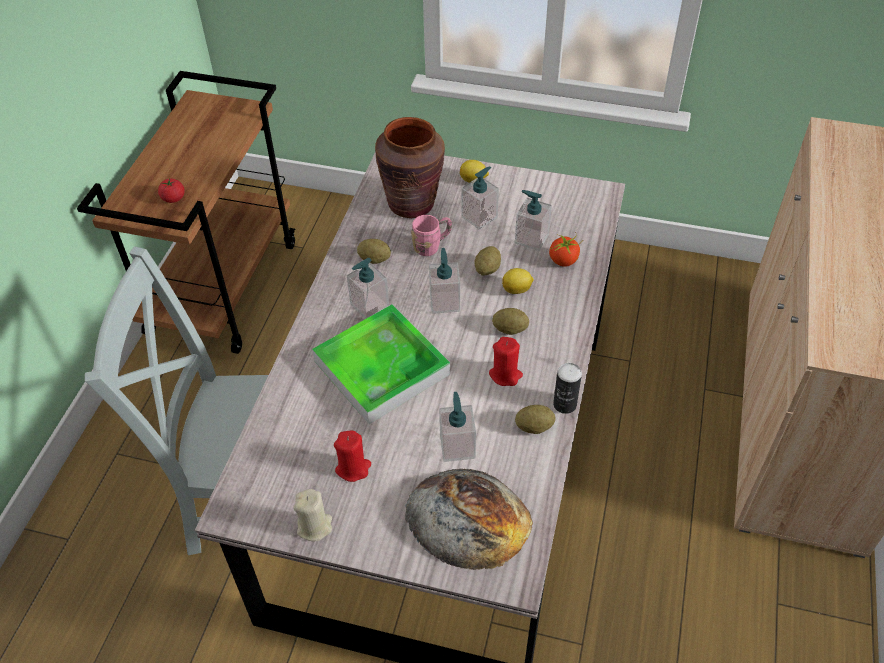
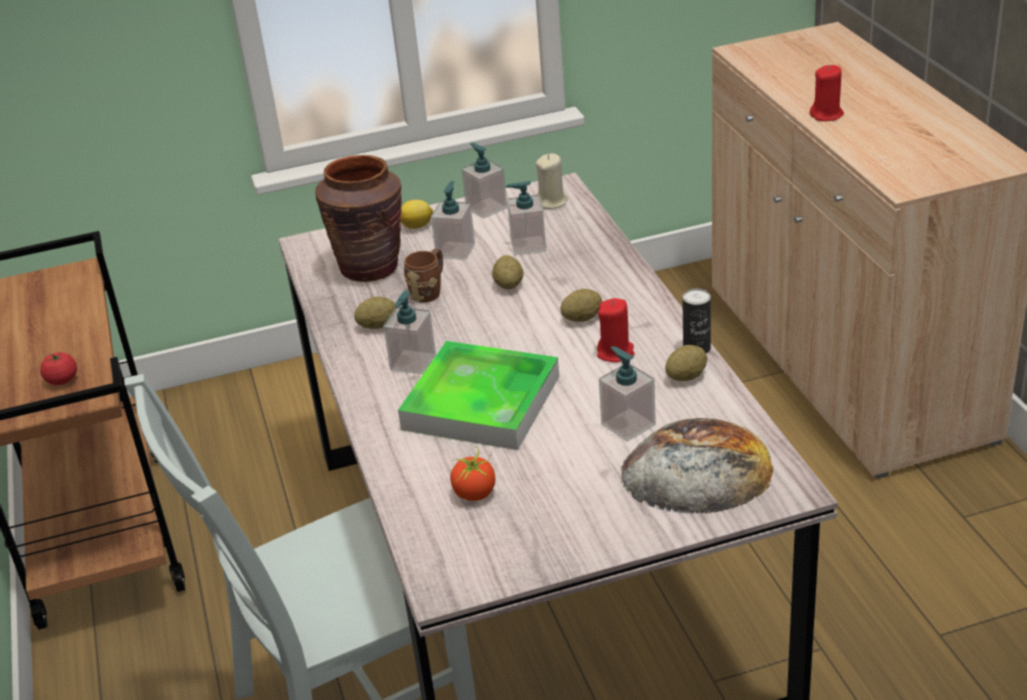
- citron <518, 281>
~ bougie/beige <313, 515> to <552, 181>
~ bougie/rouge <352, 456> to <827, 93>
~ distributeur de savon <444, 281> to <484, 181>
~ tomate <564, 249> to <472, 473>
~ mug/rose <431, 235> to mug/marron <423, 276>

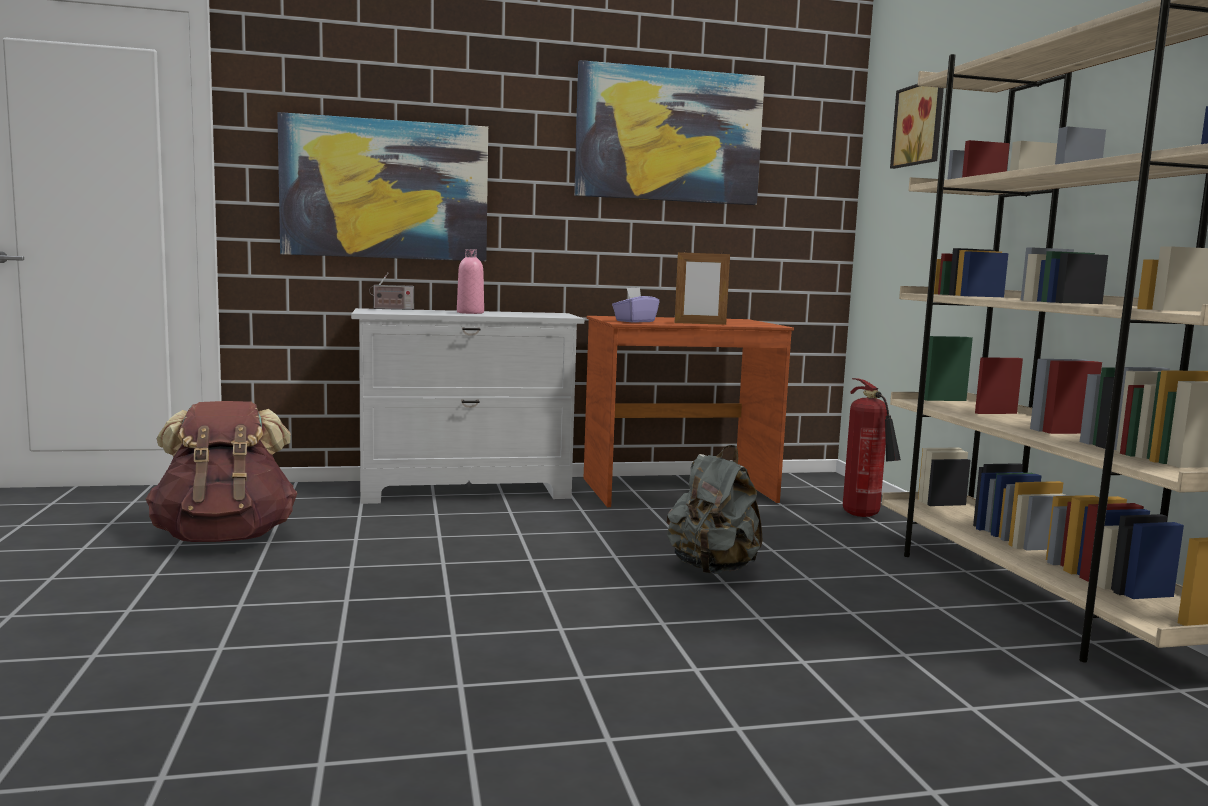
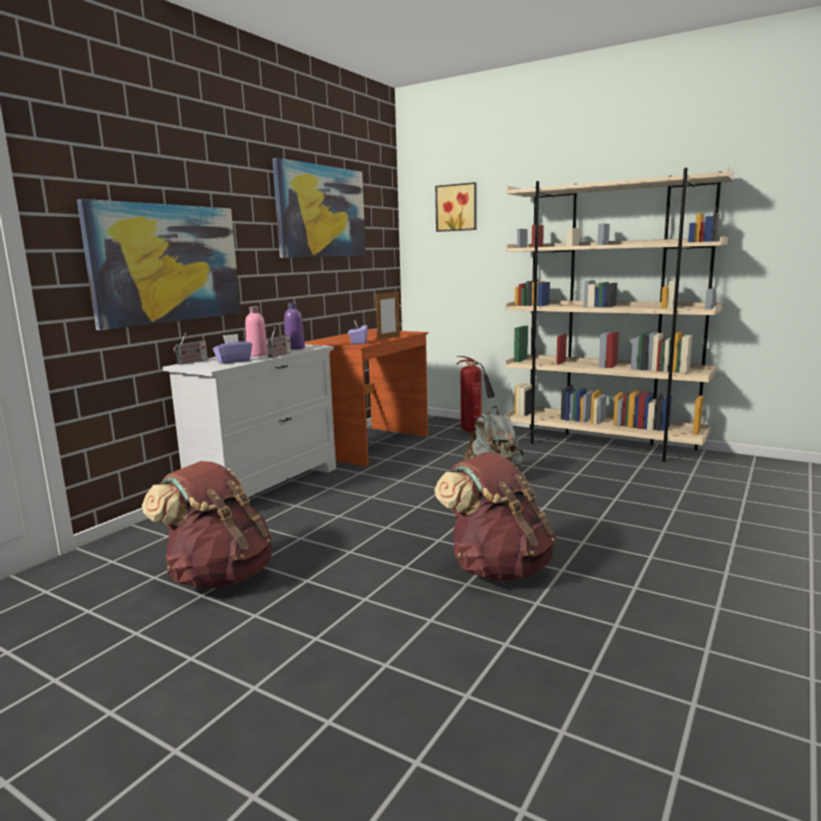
+ boîte à mouchoirs/violet <232, 349>
+ radio <278, 342>
+ bouteille/violet <294, 326>
+ sac à dos/marron <495, 516>

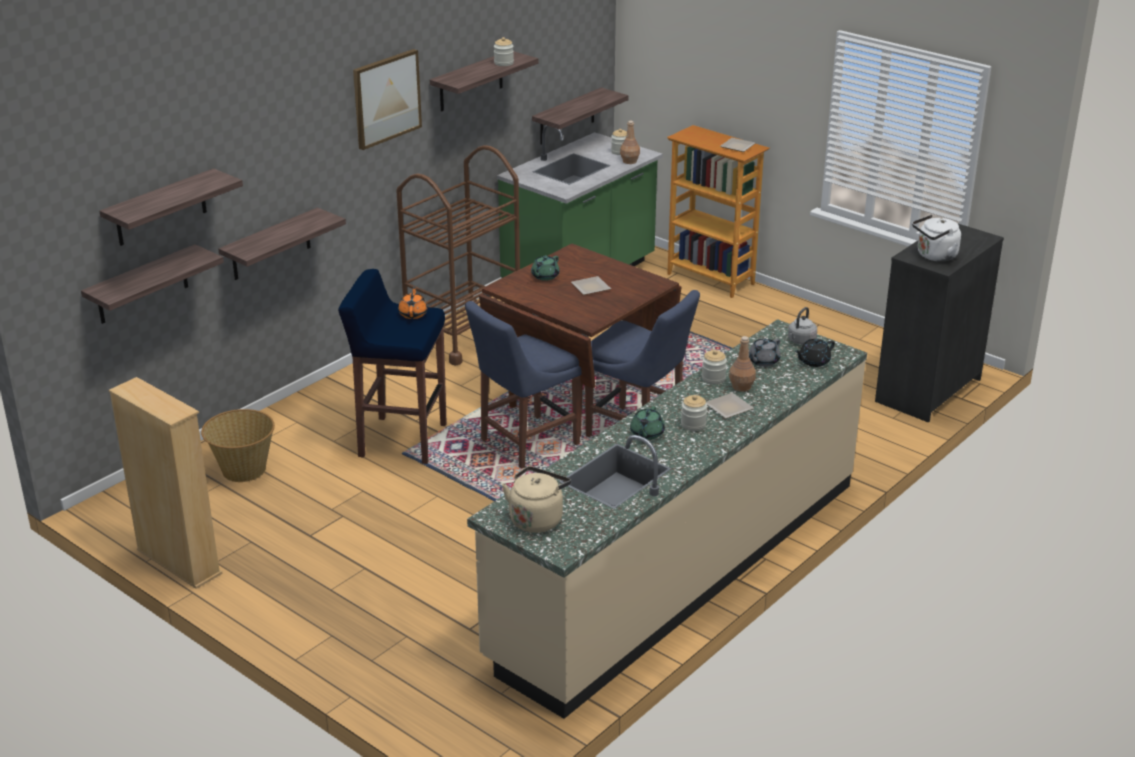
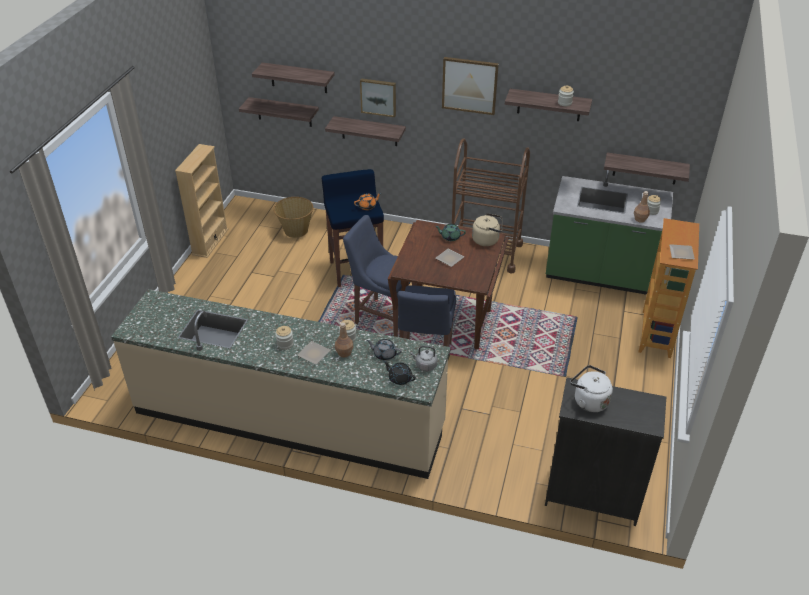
- théière/vert <647, 423>
+ tableau <378, 97>
~ bouilloire/beige <536, 499> to <487, 229>

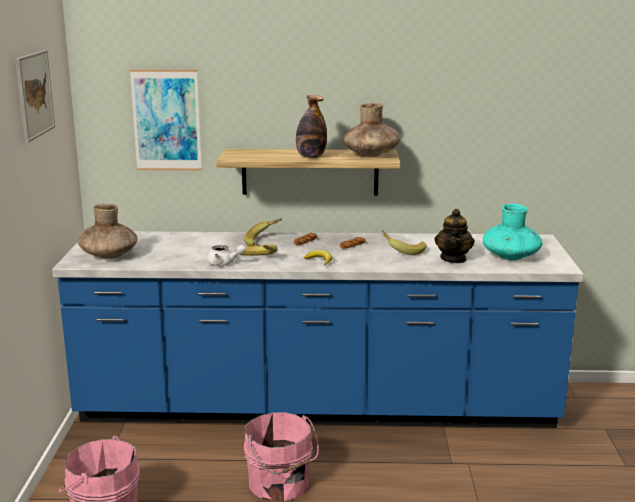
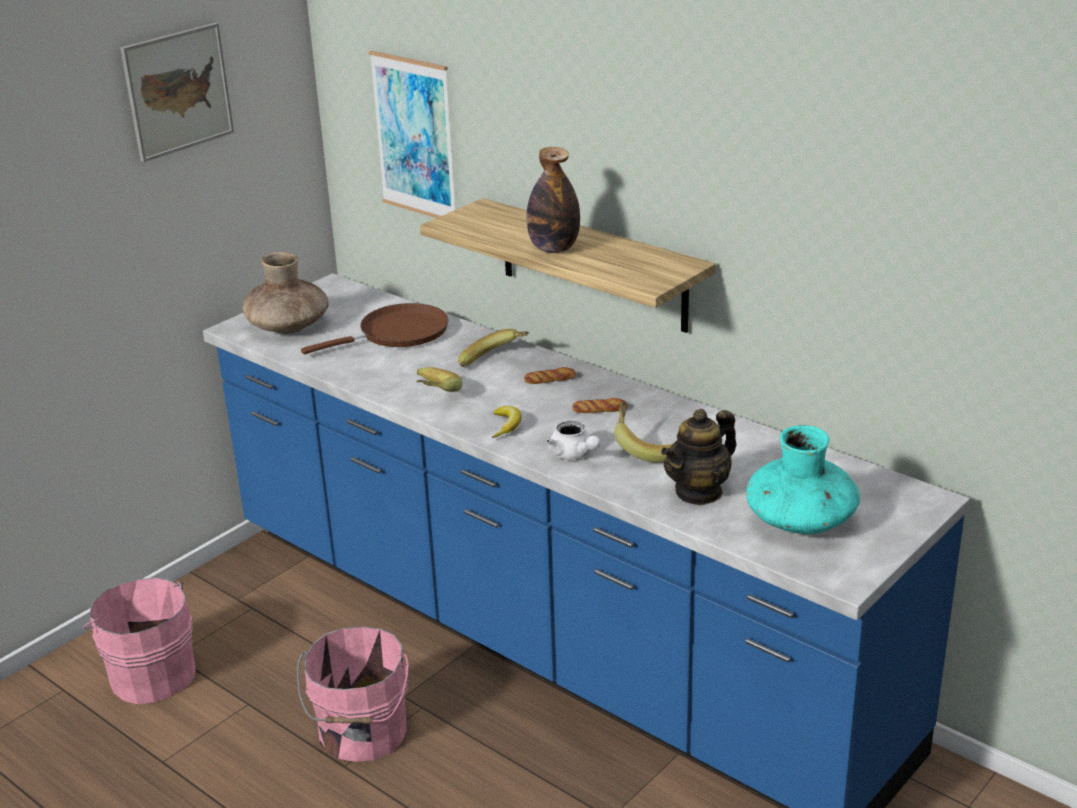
- vase/marron <371, 130>
+ poêle/marron <374, 328>
~ théière/blanc <226, 255> to <573, 440>

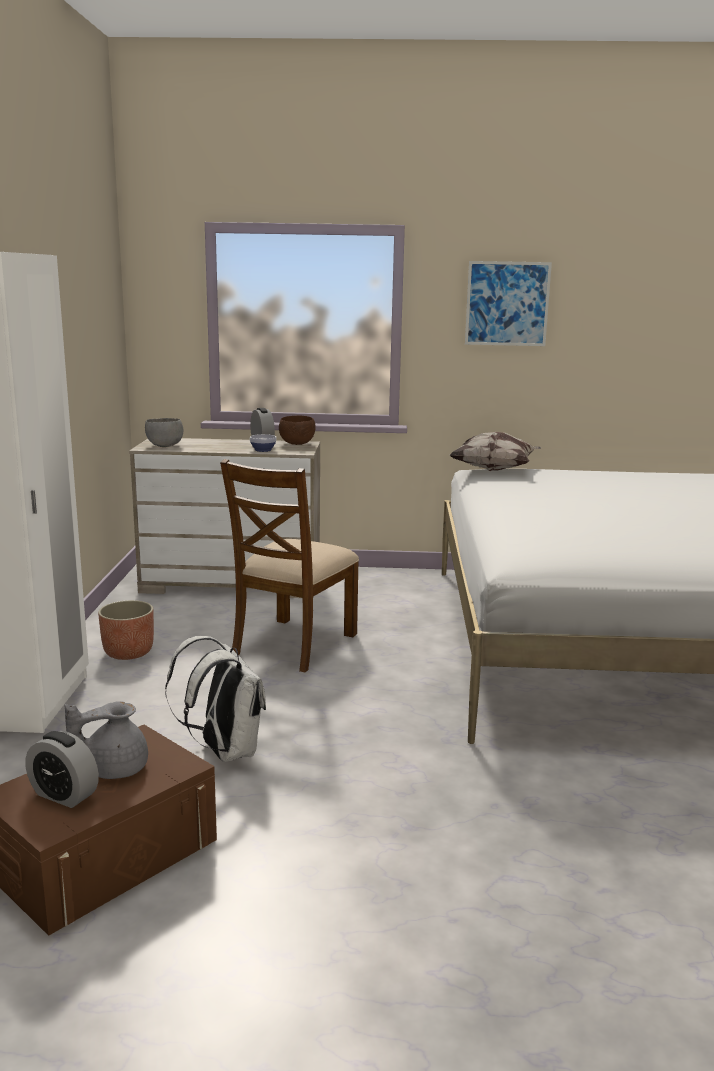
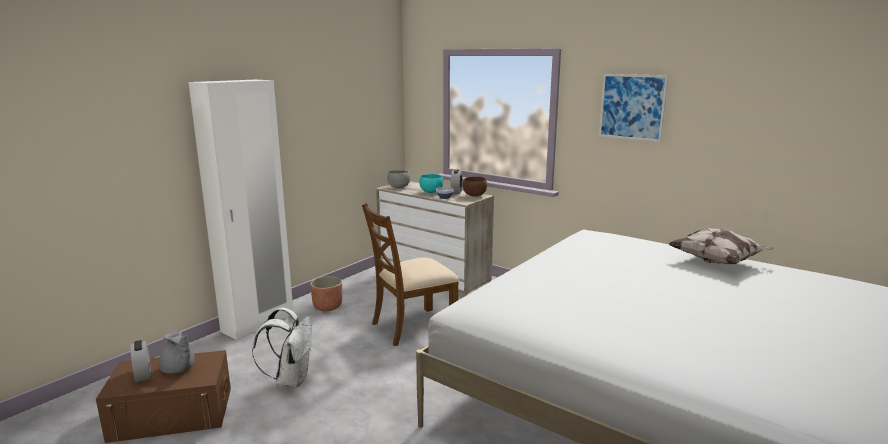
+ bol/turquoise <431, 183>
~ coussin <495, 451> to <721, 246>
~ théière/gris <106, 740> = <176, 352> 150 degrees counterclockwise

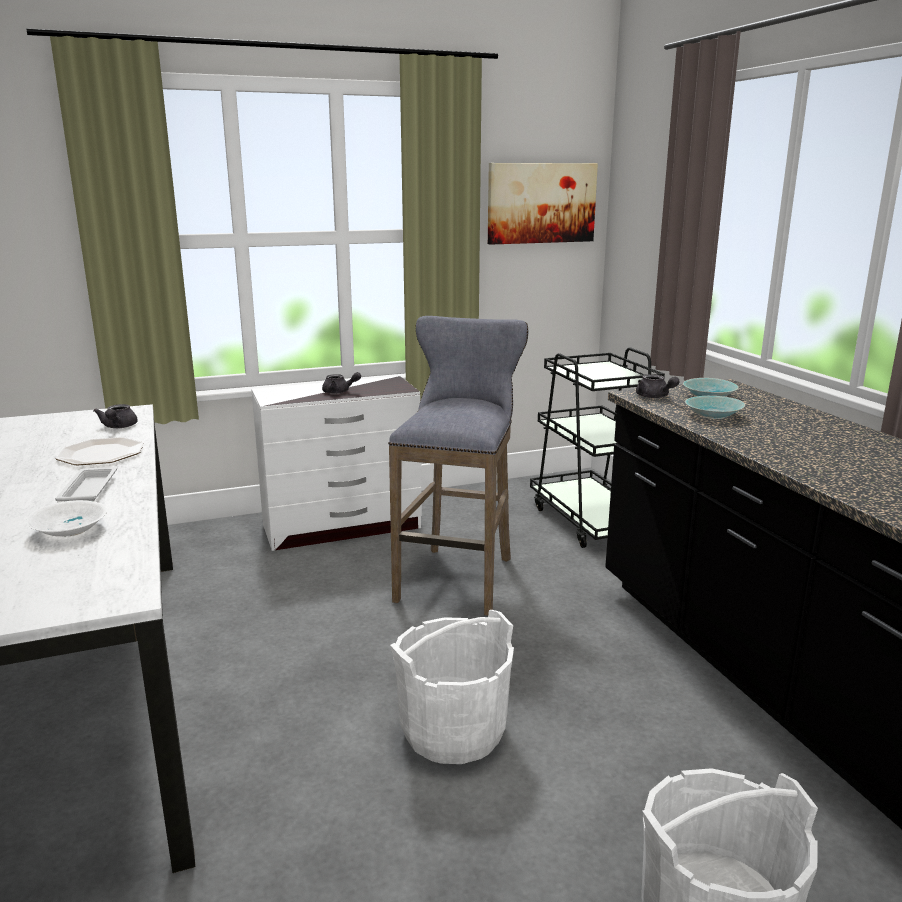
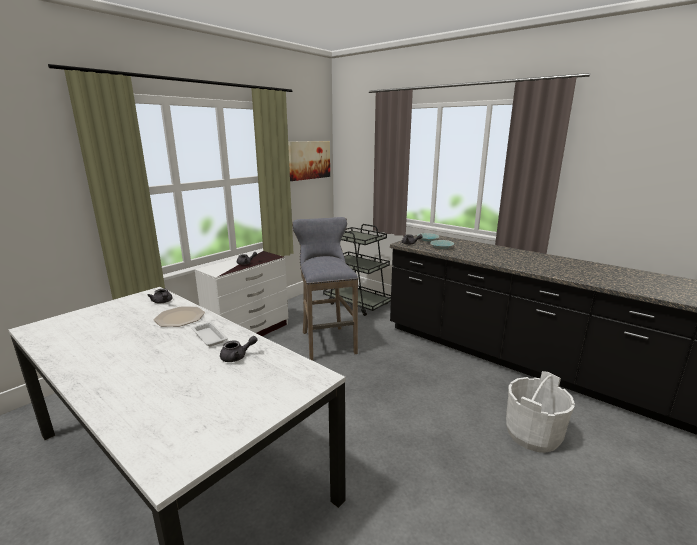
- seau/blanc <452, 687>
~ bol/blanc <66, 518> to théière/gris <239, 349>

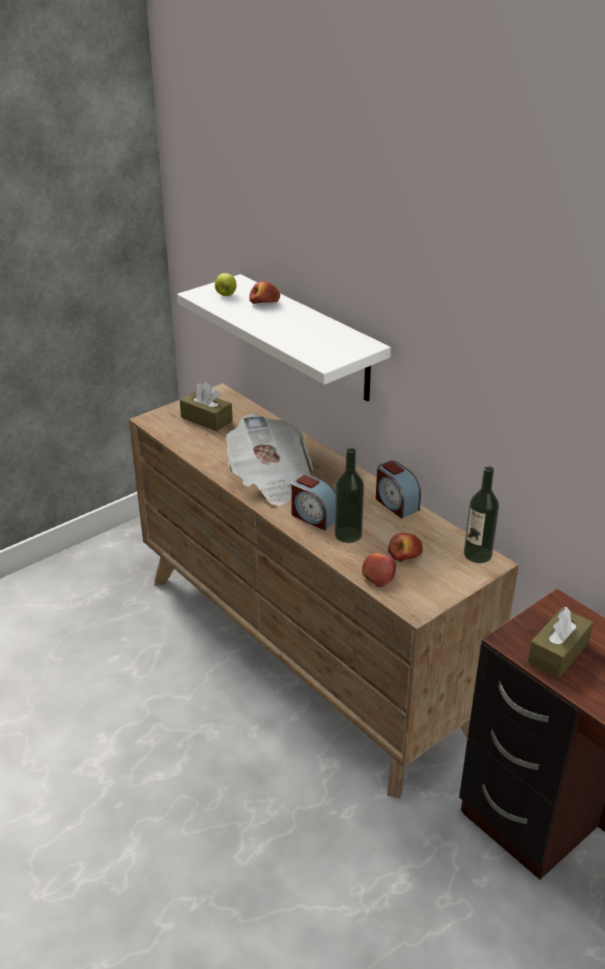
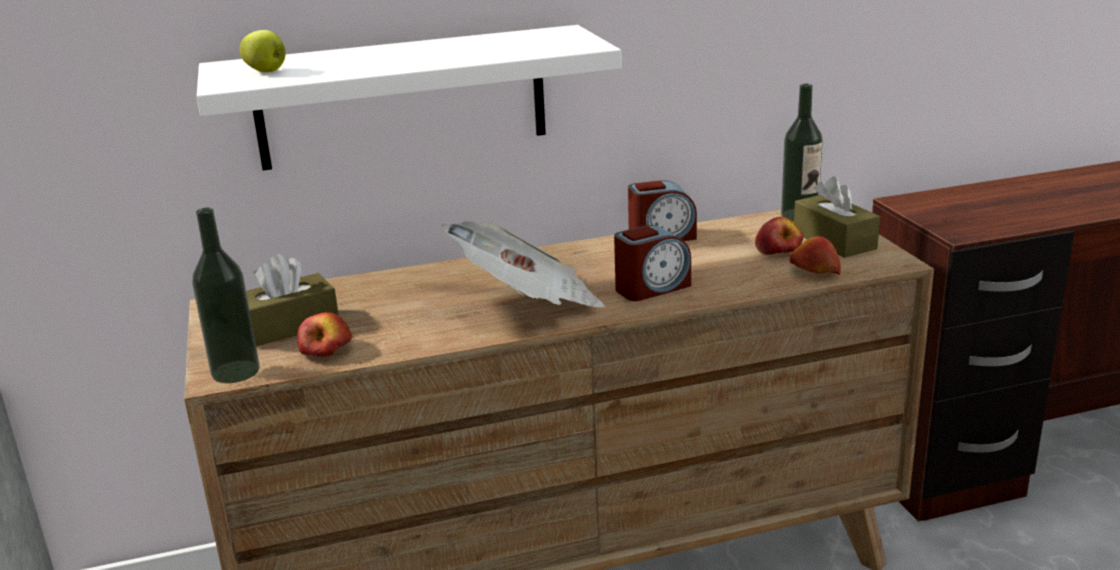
~ pomme <264, 292> to <324, 334>
~ bouteille <349, 495> to <226, 295>
~ boîte à mouchoirs/marron <560, 642> to <837, 217>

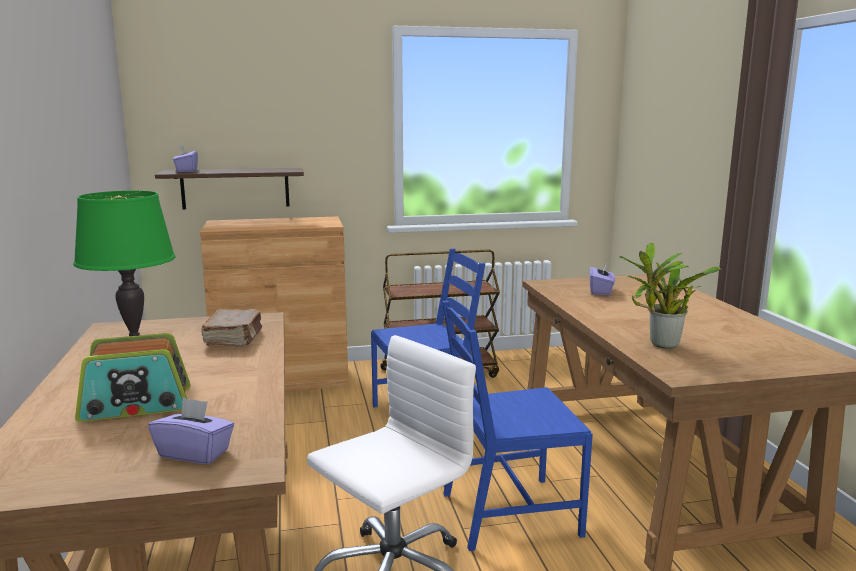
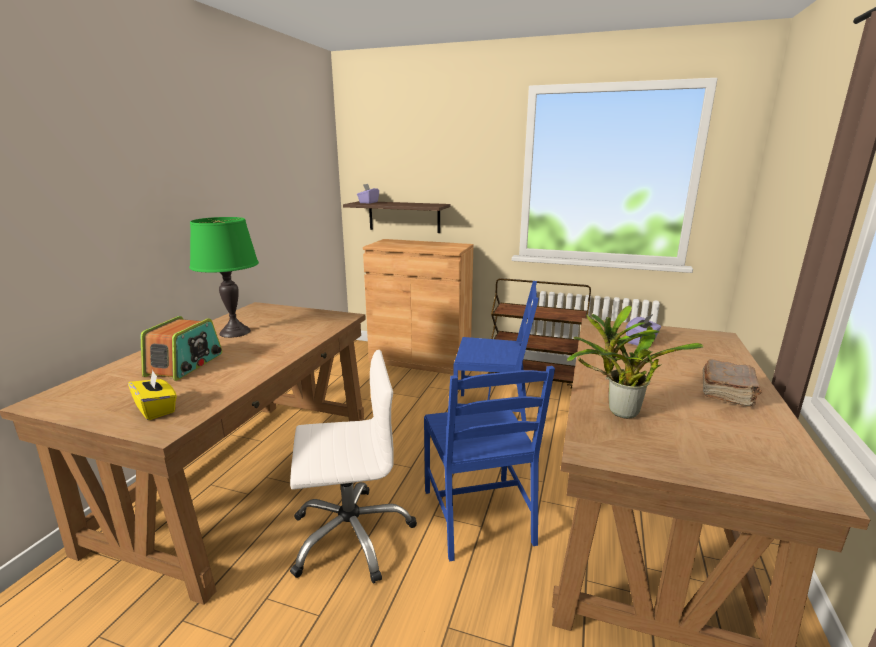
~ livre/marron <231, 328> to <732, 382>
~ boîte à mouchoirs/violet <191, 431> to boîte à mouchoirs/jaune <152, 395>
~ radio <132, 377> = <181, 348> 90 degrees counterclockwise
~ chaise/bleu <517, 425> = <489, 464> 120 degrees counterclockwise

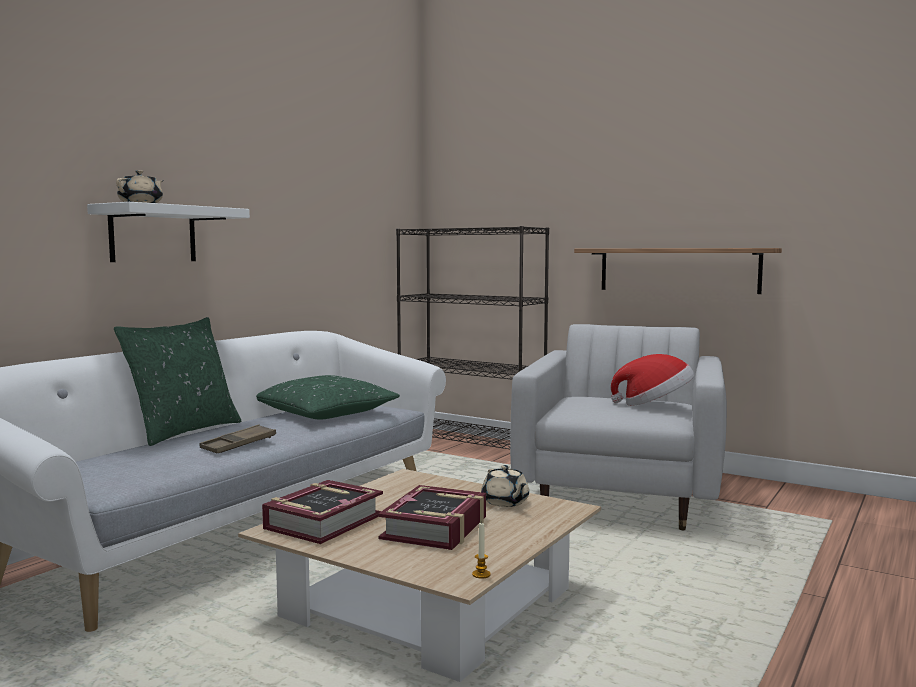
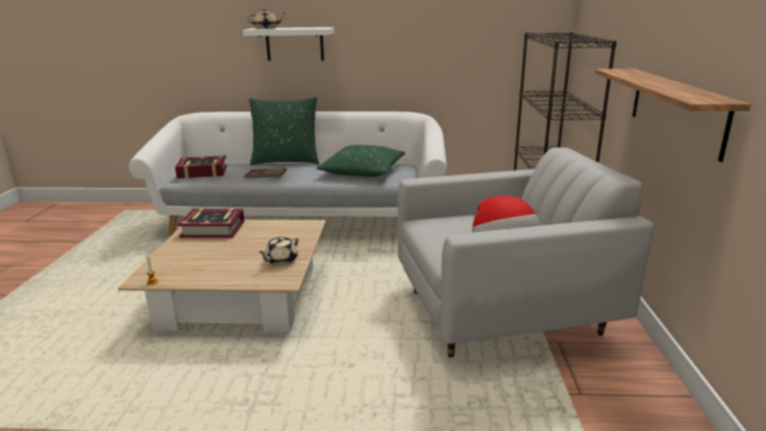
~ livre <432, 517> to <201, 167>

